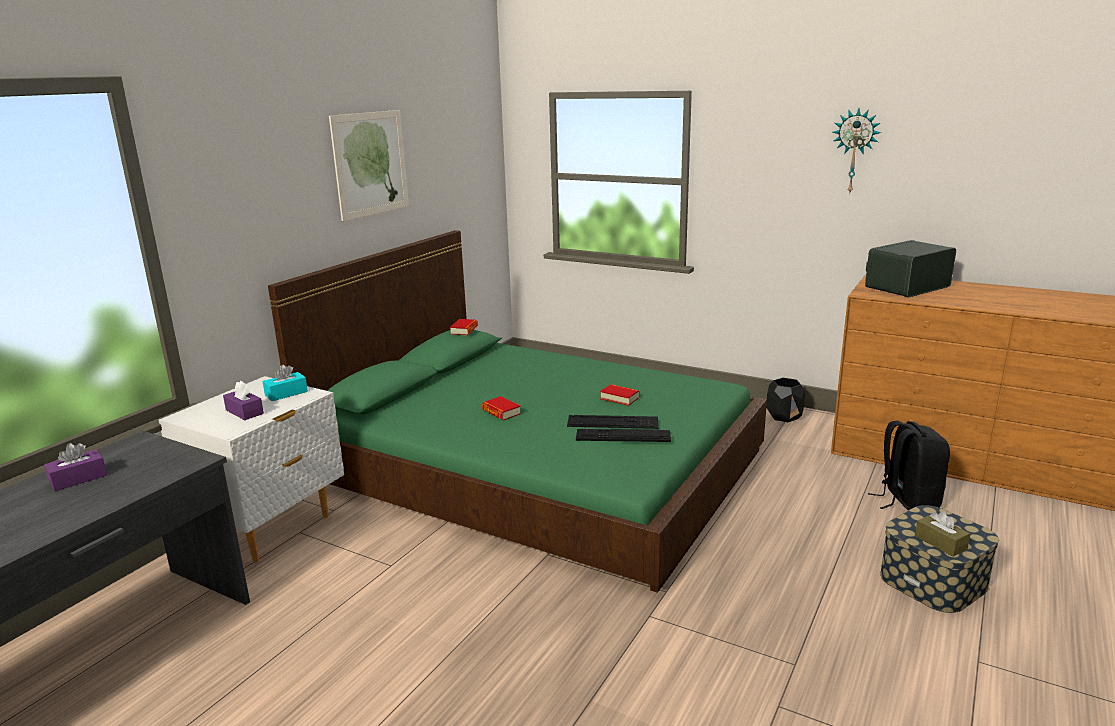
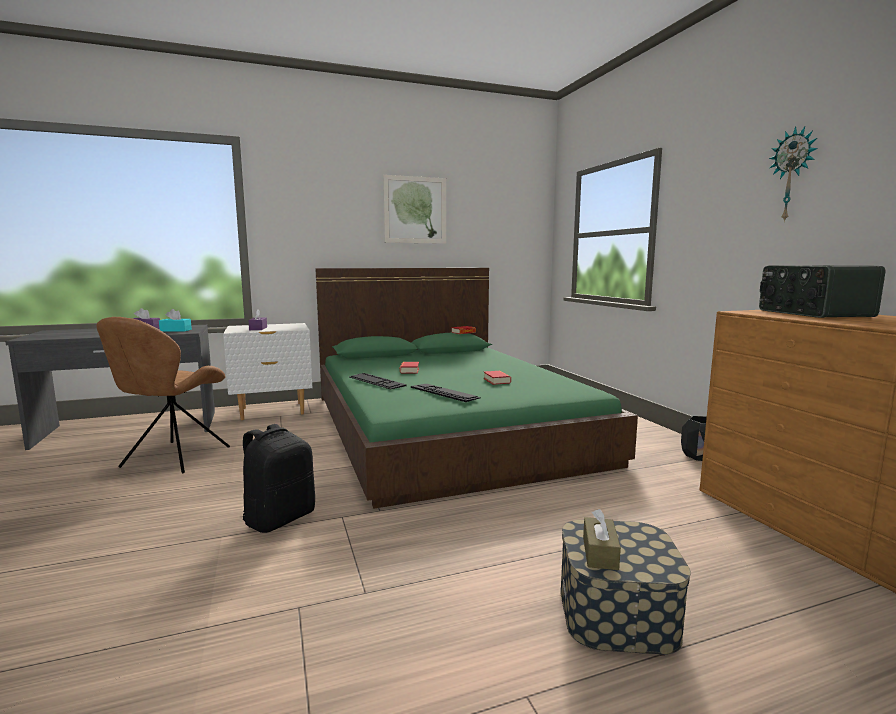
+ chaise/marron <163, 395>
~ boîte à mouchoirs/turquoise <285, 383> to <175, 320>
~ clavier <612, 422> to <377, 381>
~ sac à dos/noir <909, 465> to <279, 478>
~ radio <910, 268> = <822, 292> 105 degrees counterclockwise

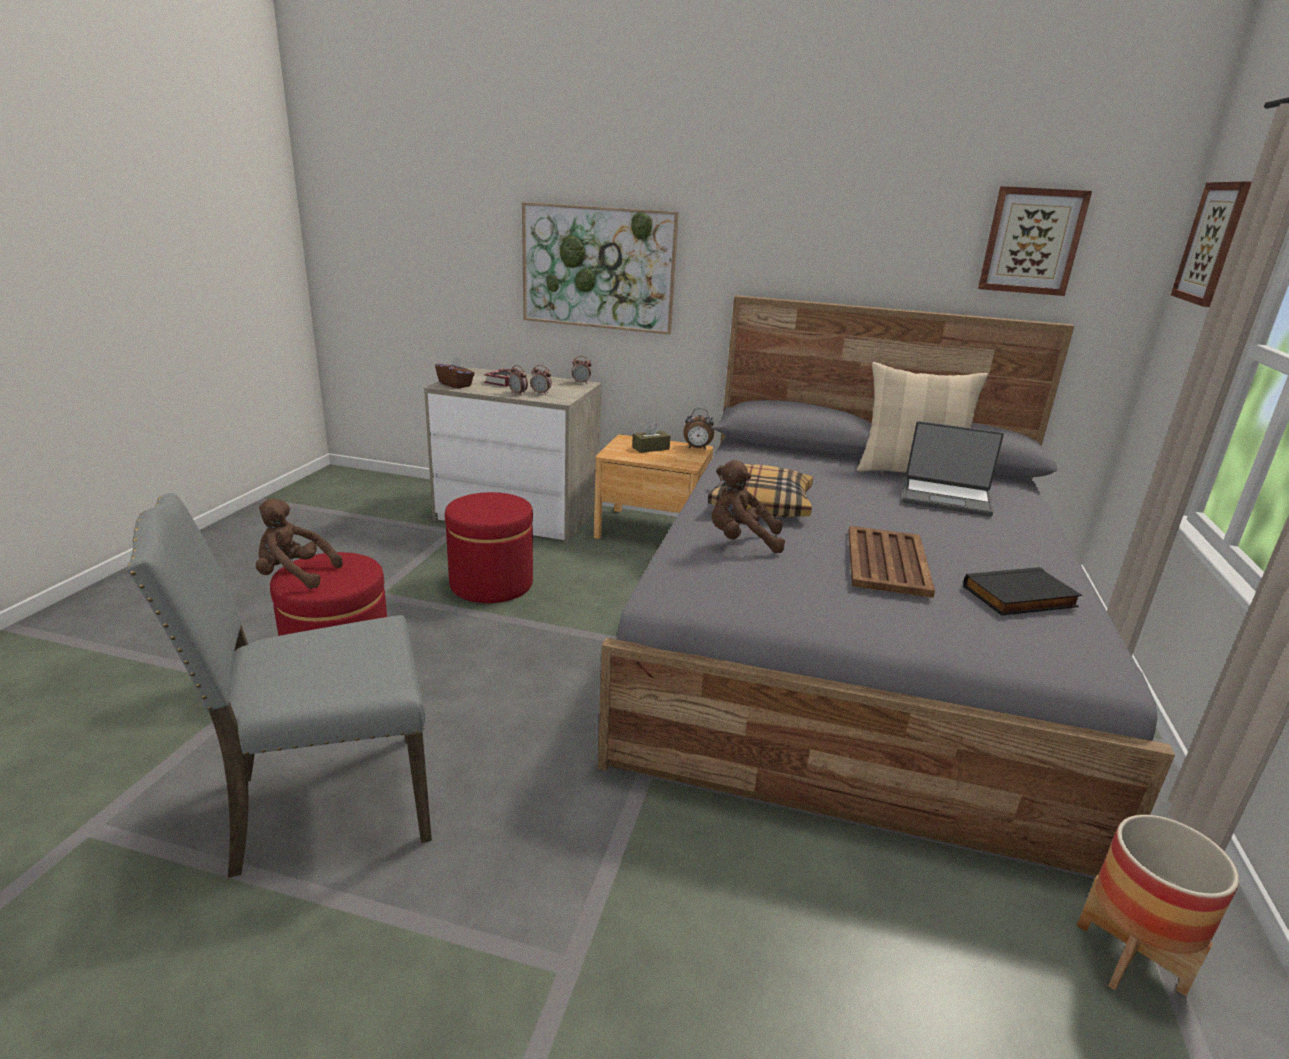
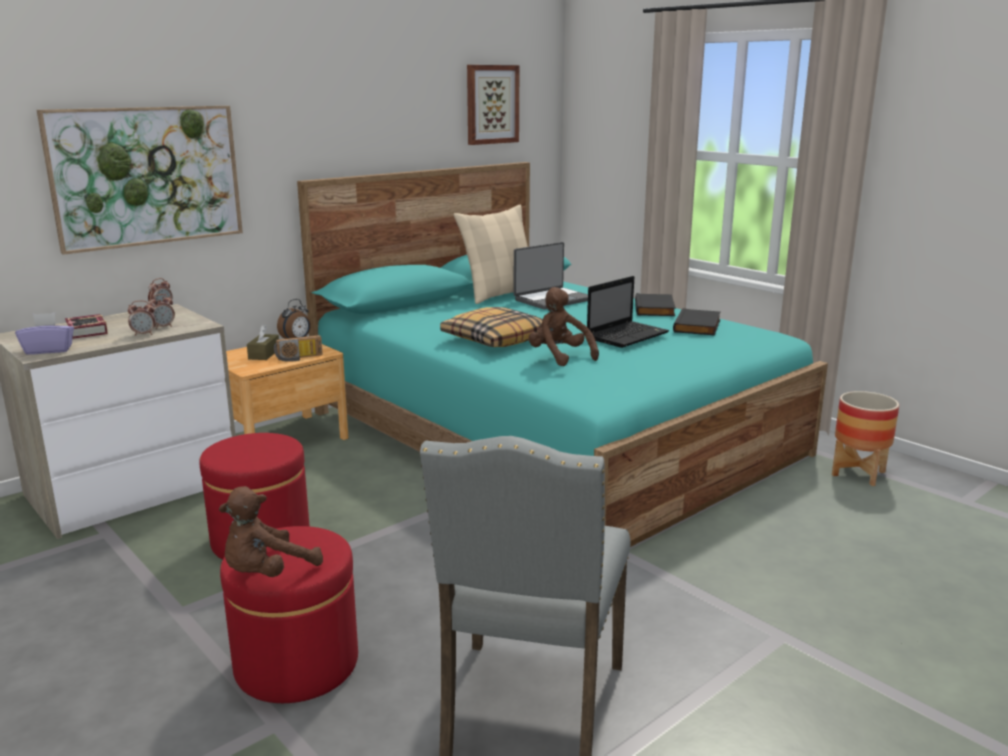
- tableau <1211, 244>
+ radio <298, 348>
+ livre/noir <655, 304>
~ plateau/marron <891, 562> to ordinateur portable <628, 312>
~ boîte à mouchoirs/marron <455, 372> to boîte à mouchoirs/violet <44, 334>
~ lit/gris <886, 585> to lit/turquoise <562, 354>
~ peluche/marron <748, 506> = <564, 326> 105 degrees clockwise

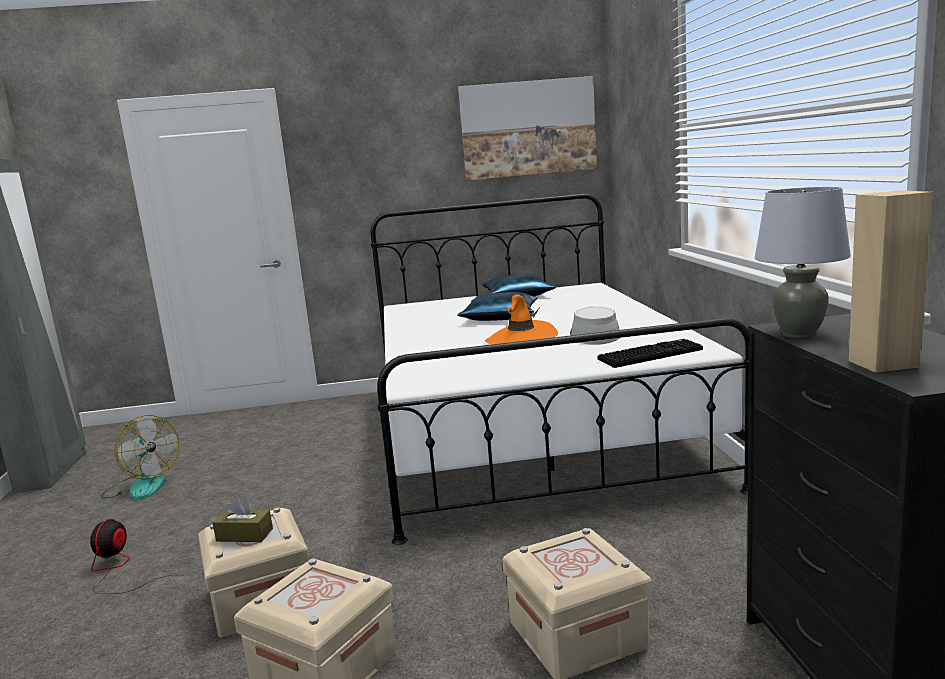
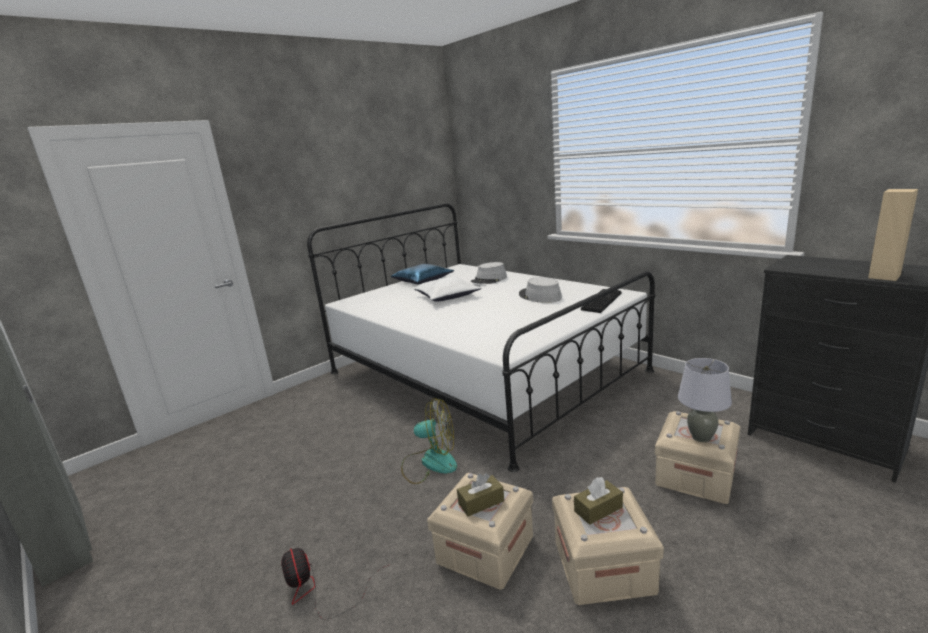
- tableau <527, 128>
- chapeau/orange <521, 319>
+ chapeau/gris <489, 273>
+ boîte à mouchoirs/marron <598, 501>
~ ventilateur <140, 457> to <429, 441>
~ lampe de table/gris <803, 262> to <705, 400>
~ coussin/bleu <497, 306> to coussin/blanc <448, 289>

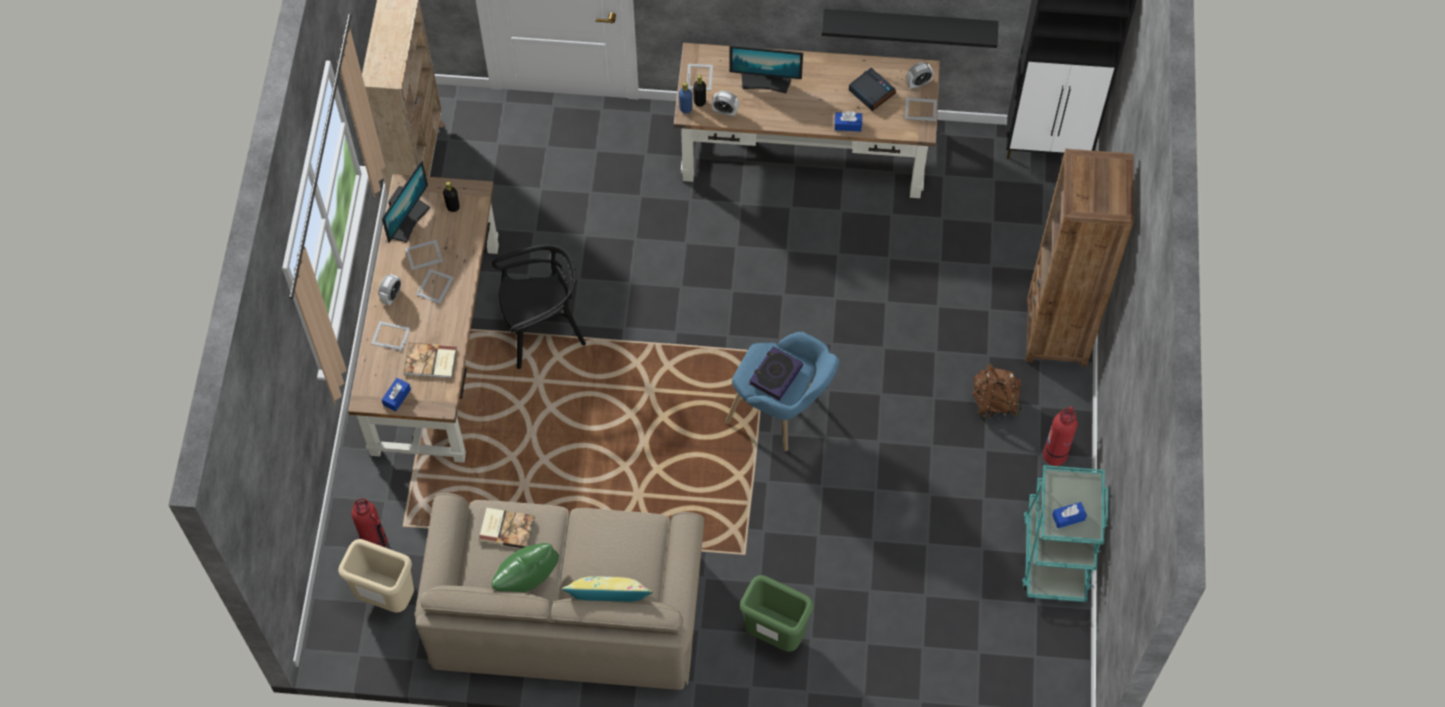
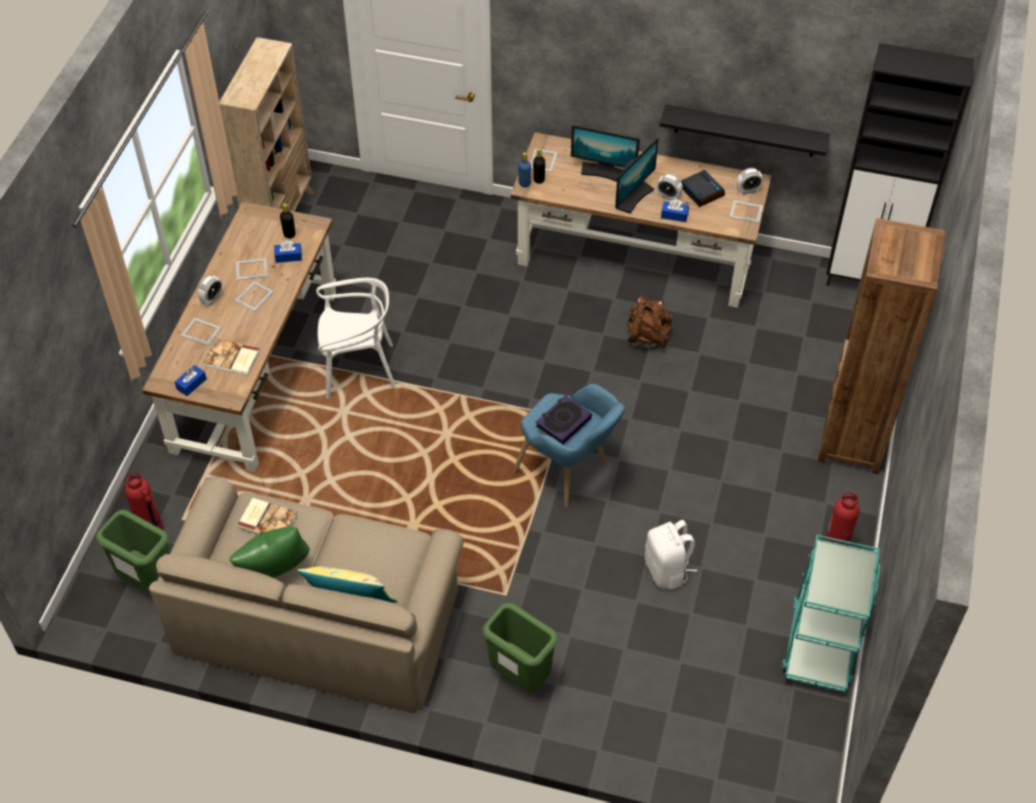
+ sac à dos/blanc <671, 554>
~ écran d'ordinateur <406, 202> to <636, 176>
~ réveil <725, 103> to <670, 187>
~ sac à dos/marron <997, 390> to <649, 322>
~ boîte à mouchoirs/bleu <1069, 515> to <288, 251>
~ poubelle/beige <376, 576> to poubelle/vert <133, 551>
~ chaise/noir <539, 307> to chaise/blanc <356, 338>

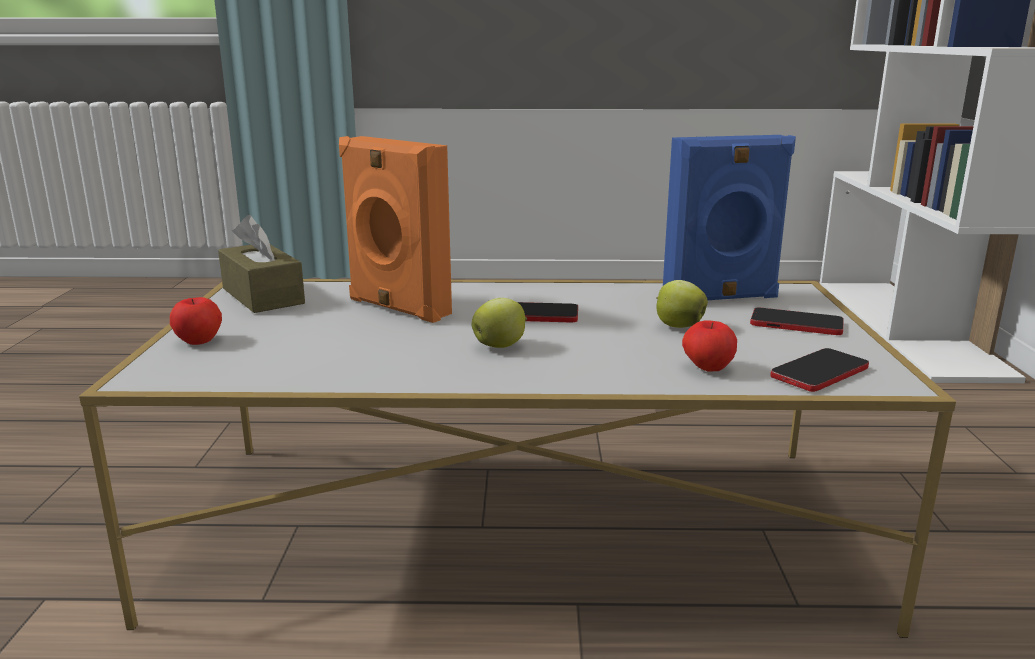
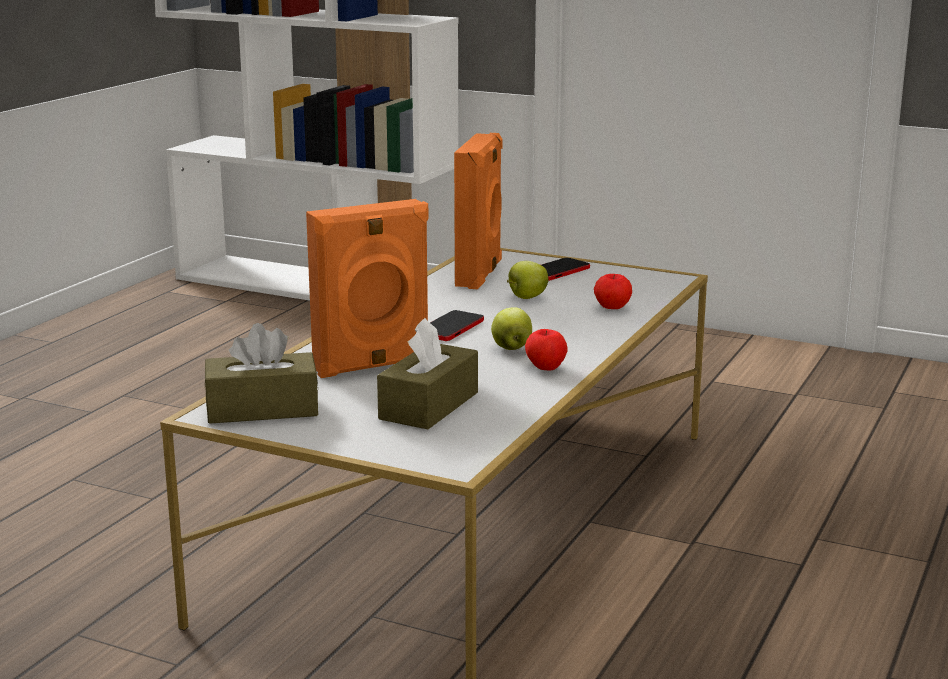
- téléphone <820, 370>
+ boîte à mouchoirs/marron <427, 373>
~ pomme <196, 321> to <546, 350>
~ enceinte/bleu <729, 217> to enceinte/orange <478, 211>

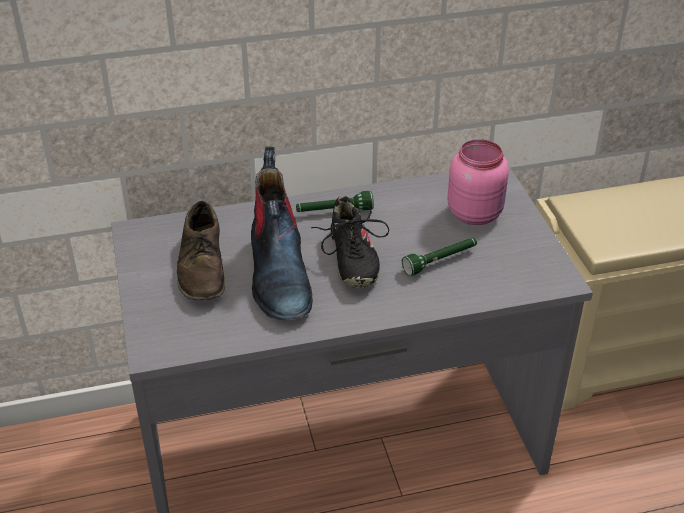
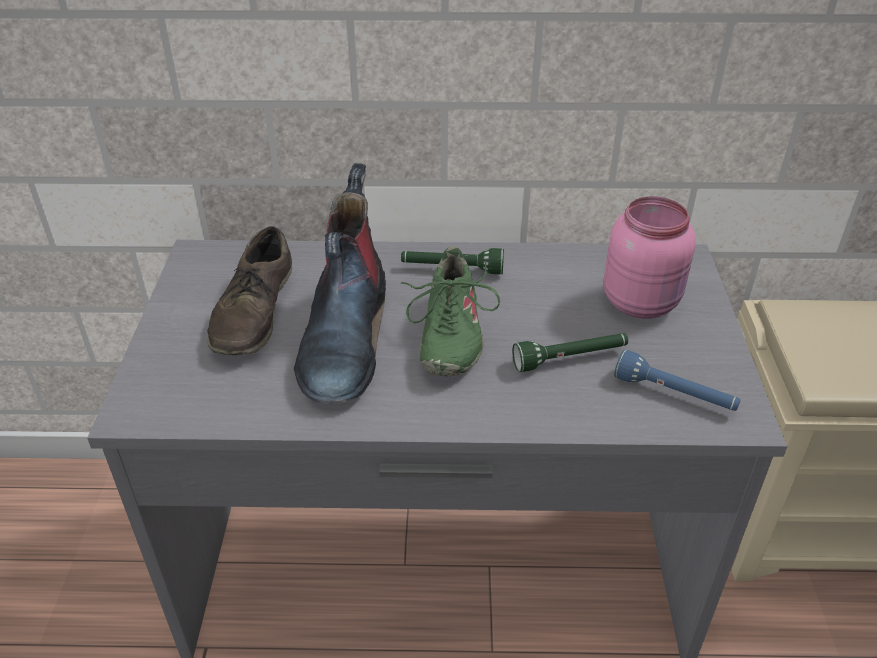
+ lampe de poche/bleu <677, 380>
~ chaussure/noir <350, 241> to chaussure/vert <450, 311>

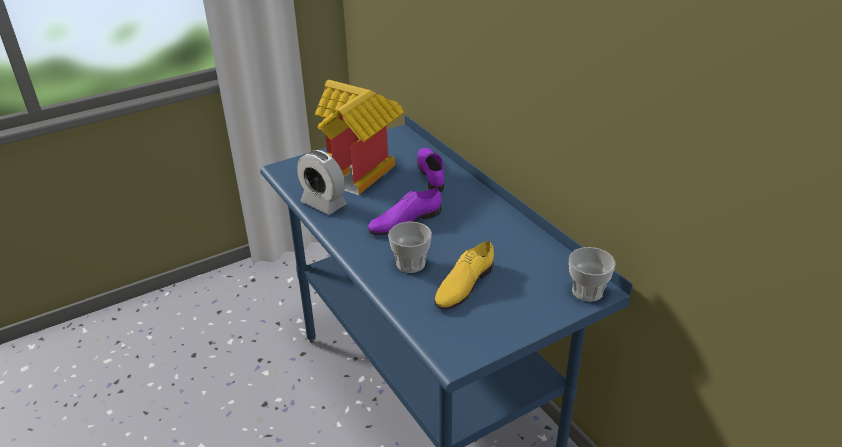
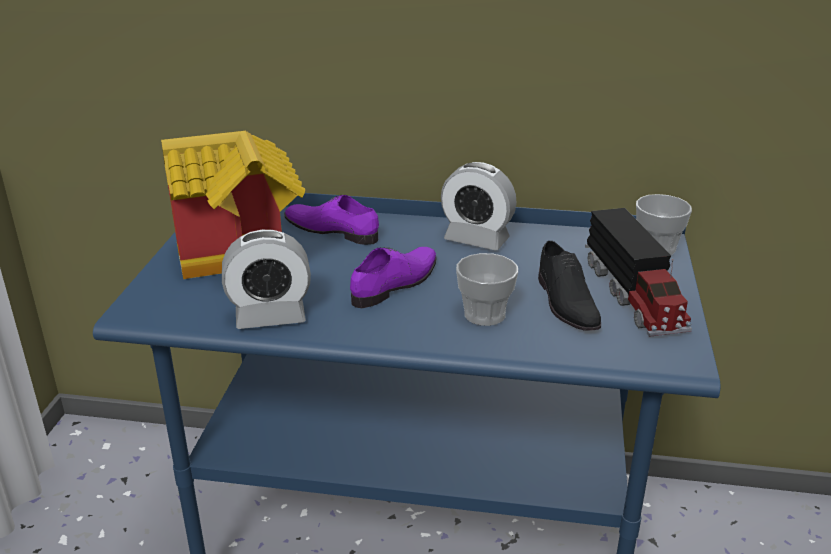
+ réveil <479, 206>
+ camion jouet <638, 272>
~ chaussure/jaune <464, 275> to chaussure/noir <569, 286>
~ chaussure/violet <405, 211> = <393, 277> 150 degrees counterclockwise

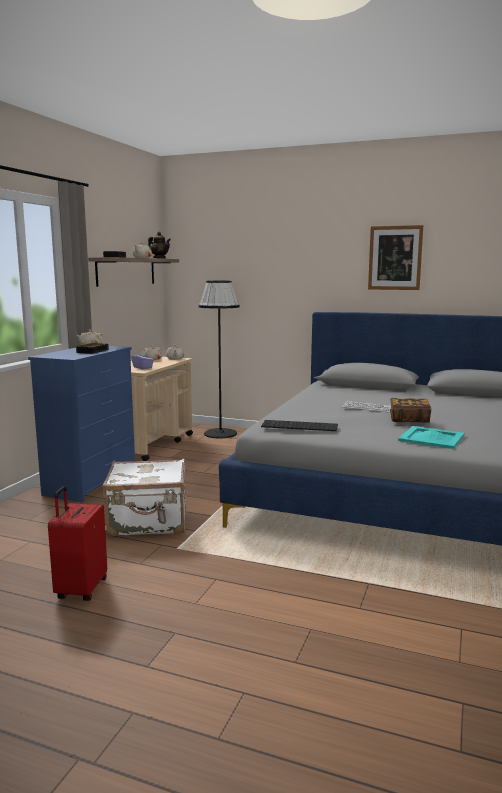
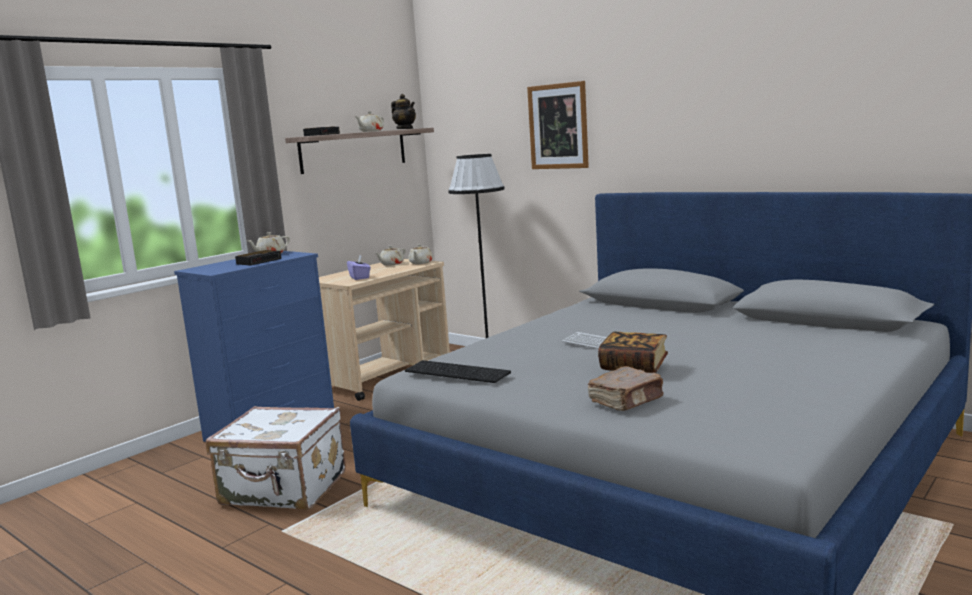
- valise/rouge <77, 543>
~ tableau <395, 257> to <558, 125>
~ plateau/turquoise <431, 437> to livre/marron <626, 388>

